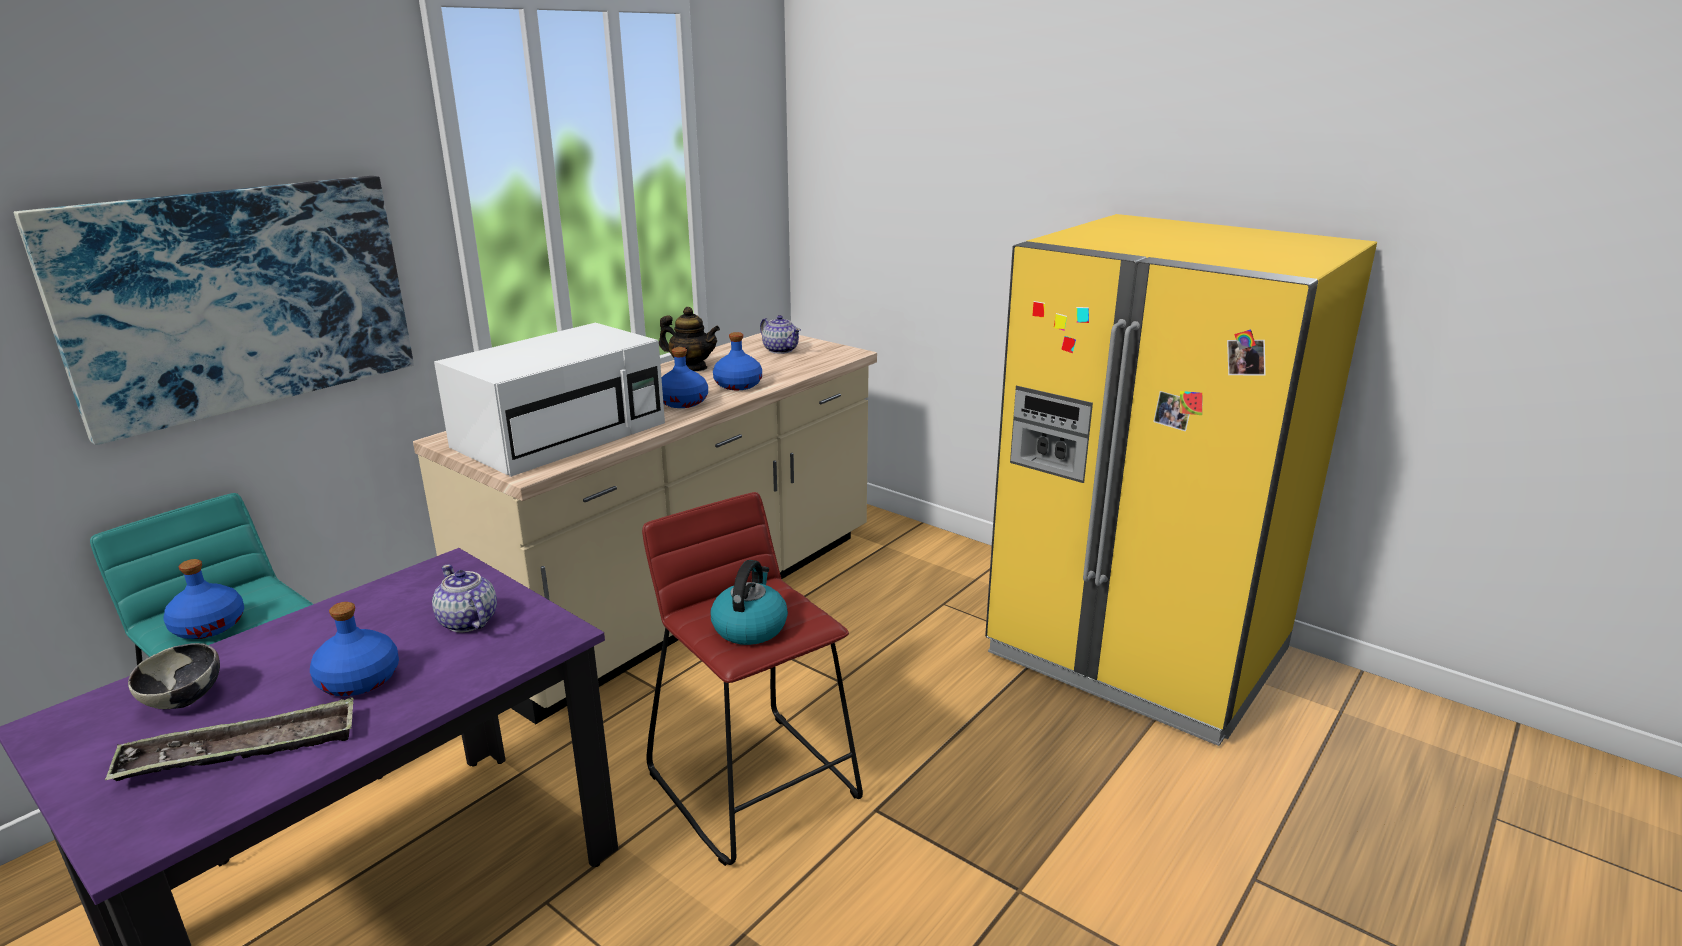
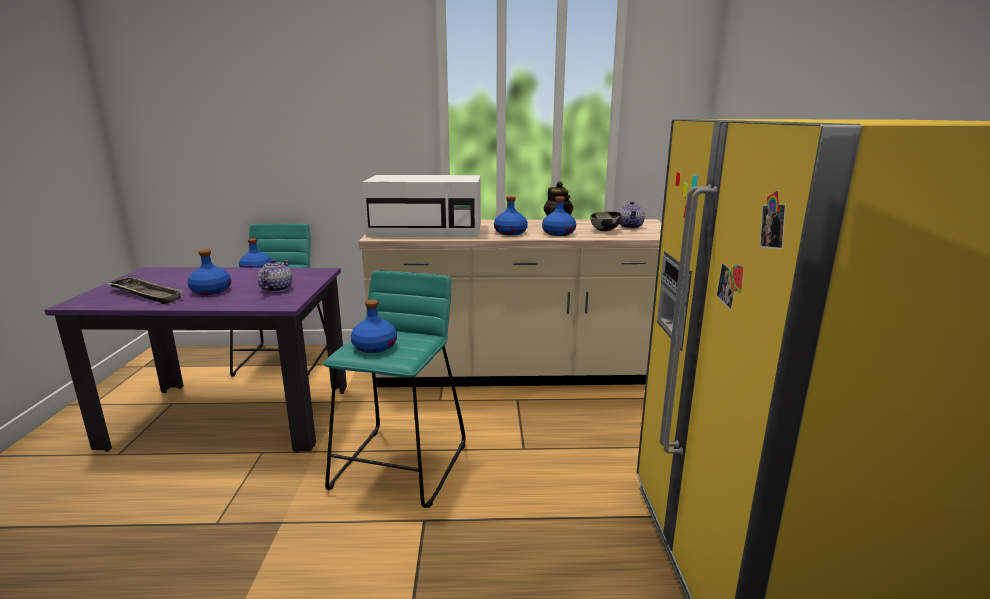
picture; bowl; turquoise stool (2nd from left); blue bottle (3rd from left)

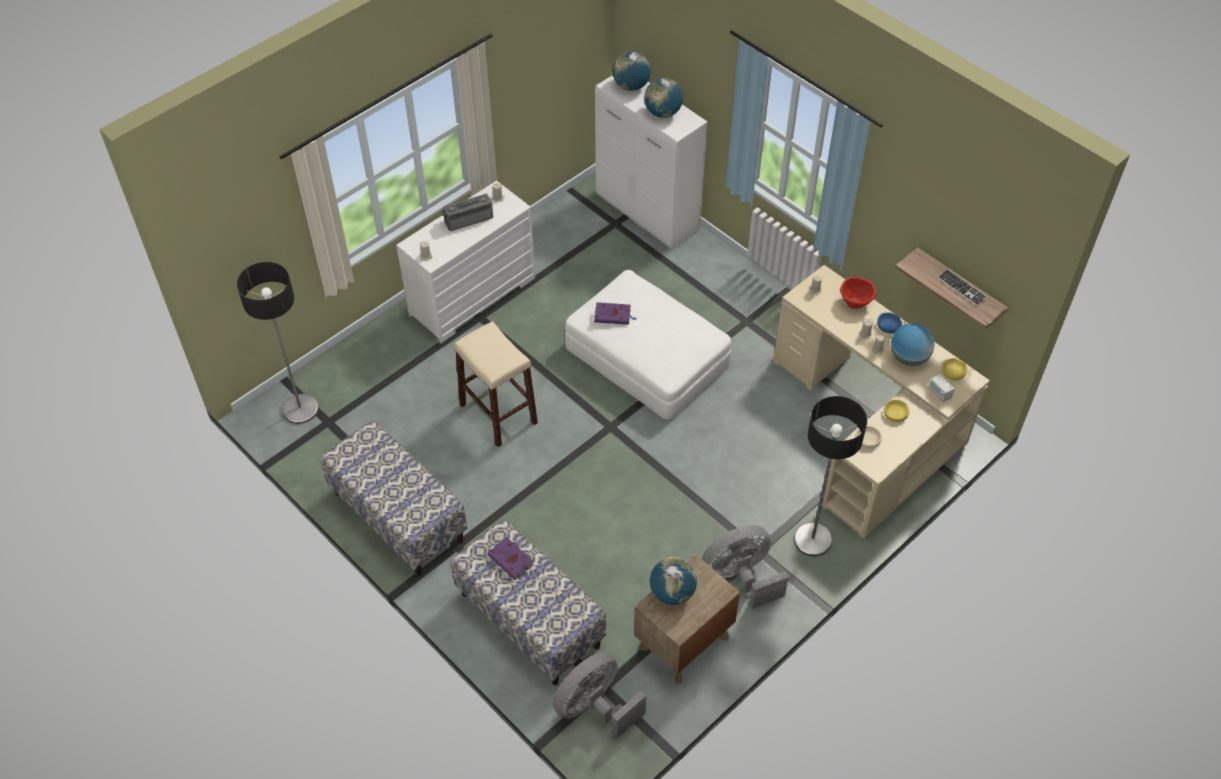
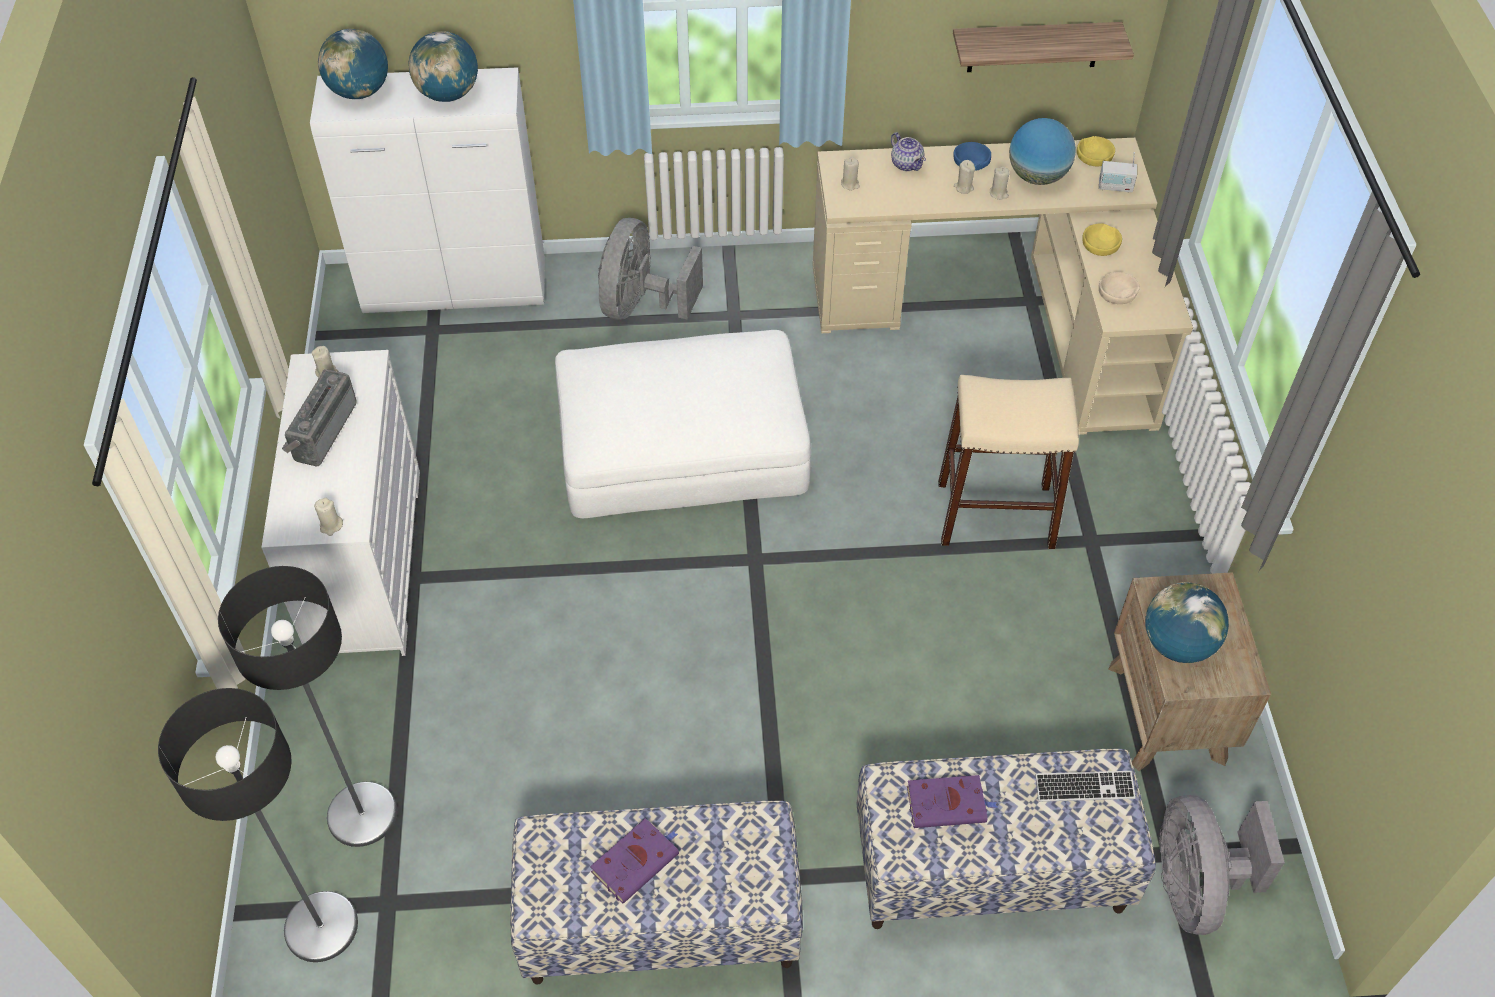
beige stool; purple book (1st from left); grey fan (1st from left); floor lamp (2nd from left); teapot; keyboard

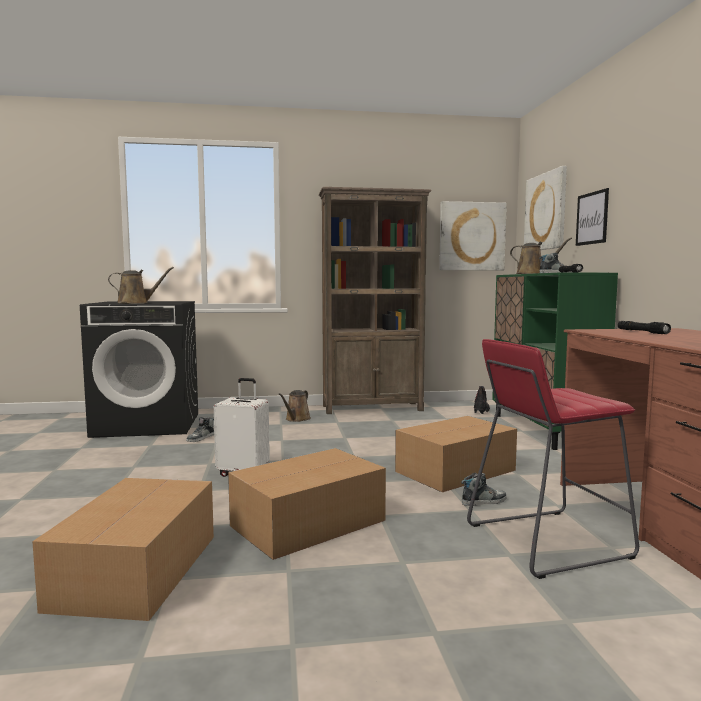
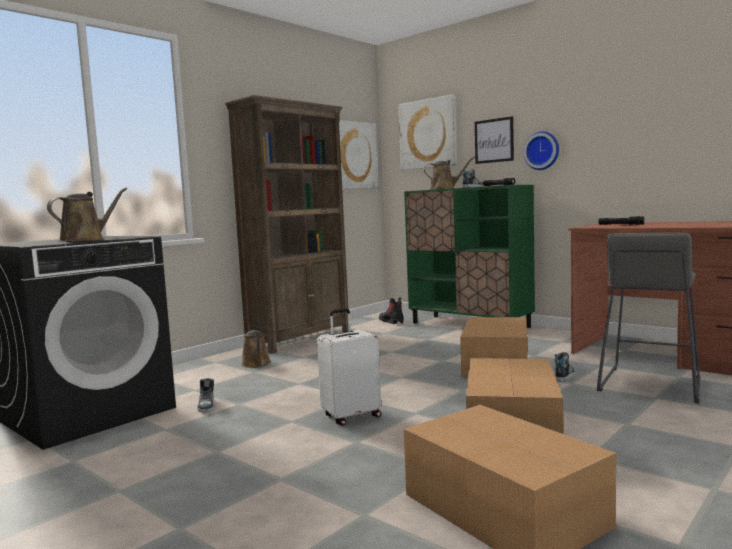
grey stool; wall clock

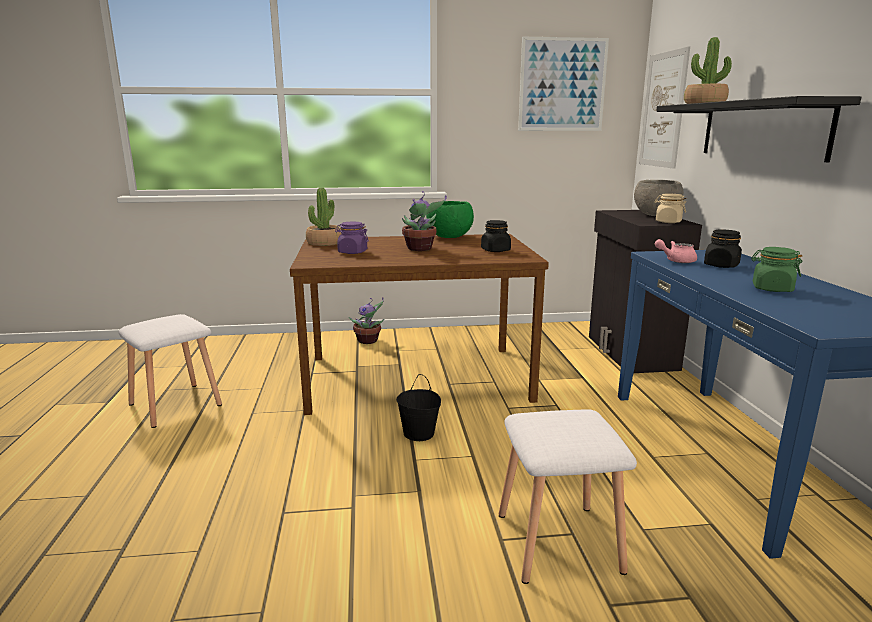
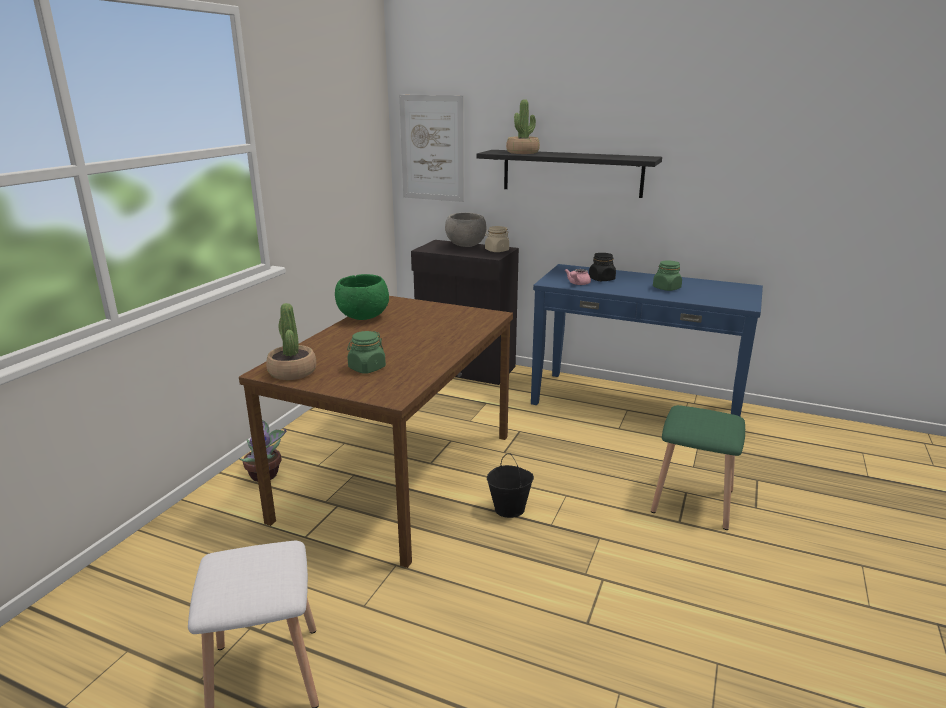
green jar (1st from left); potted plant (3rd from left in the first image); black jar (1st from left in the first image); green stool; picture (1st from left in the first image)

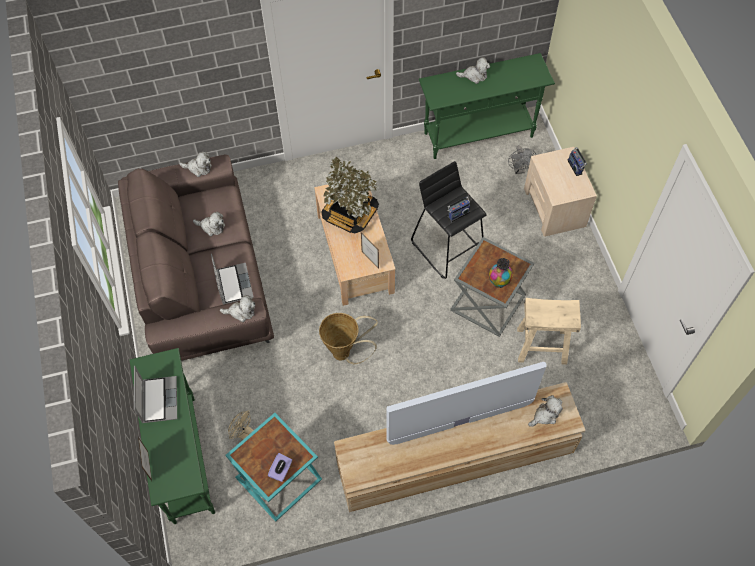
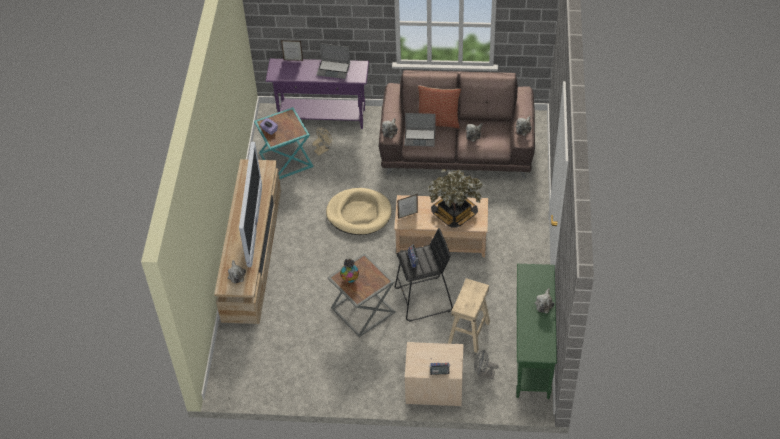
purple console table; beige dog bed; beige stool; pillow

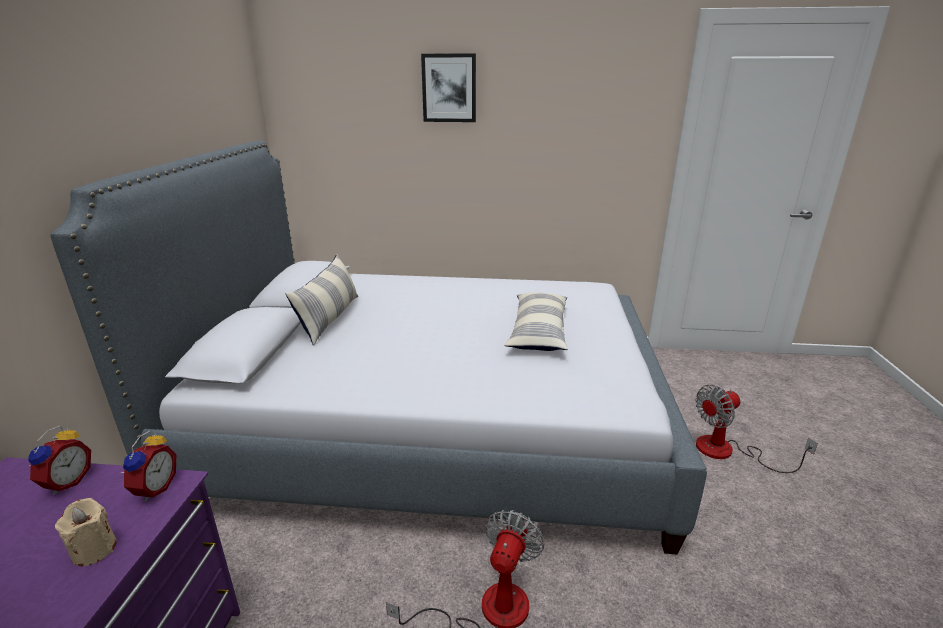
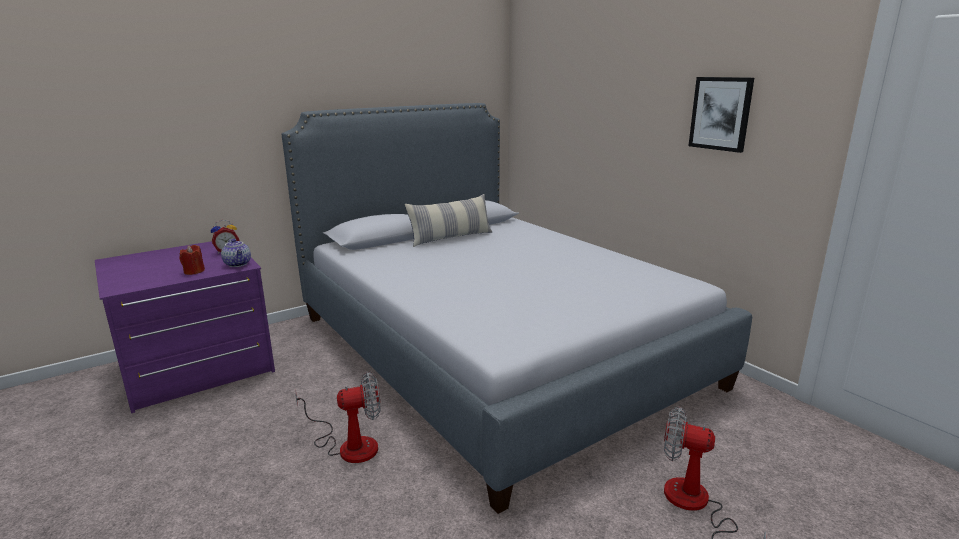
red candle; teapot; picture; pillow (2nd from left in the first image)

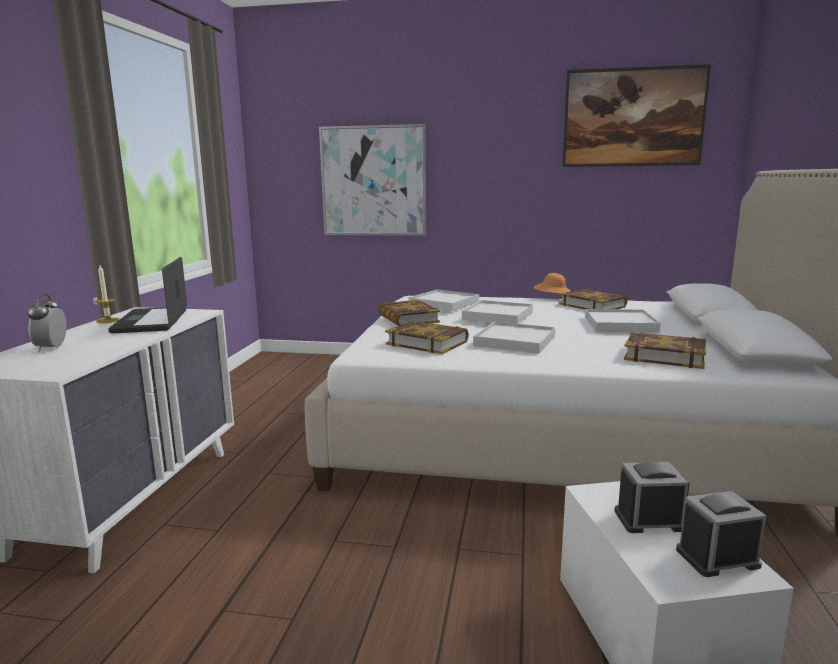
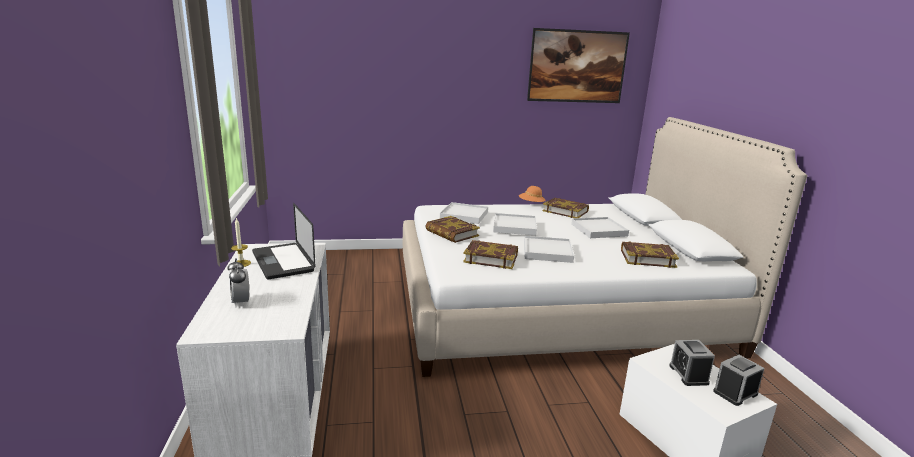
picture (1st from left in the first image); alarm clock (2nd from left)

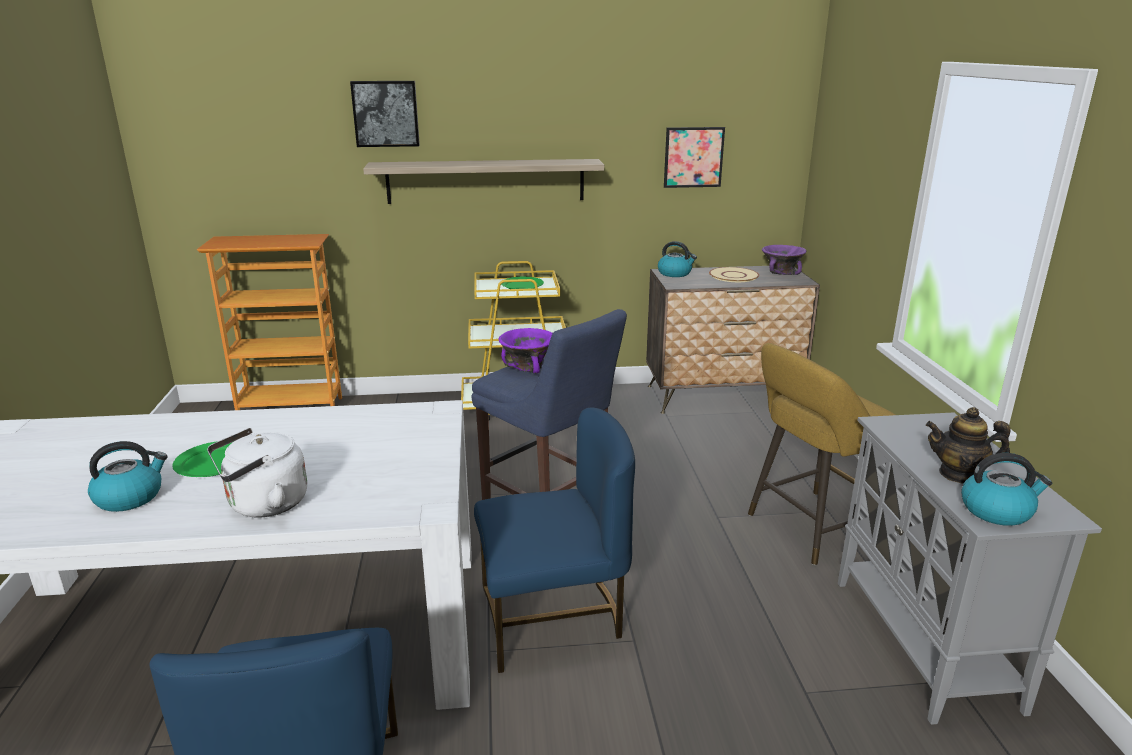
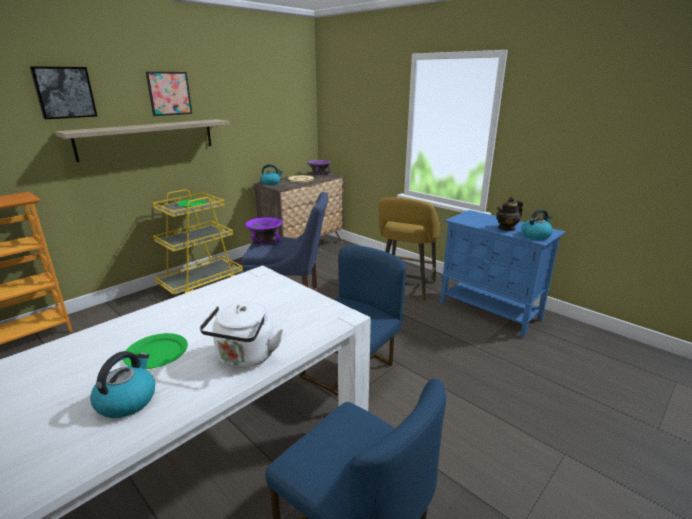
picture (2nd from left); blue cabinet

